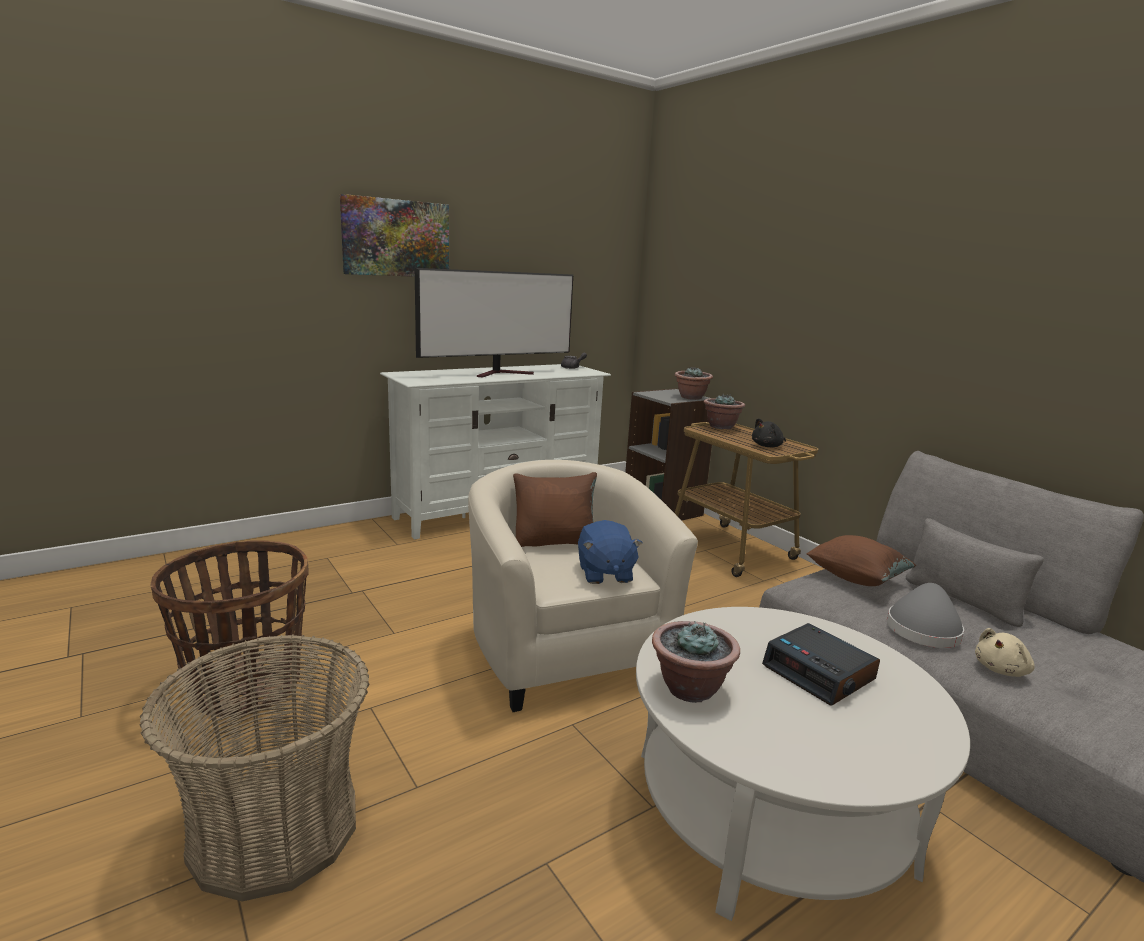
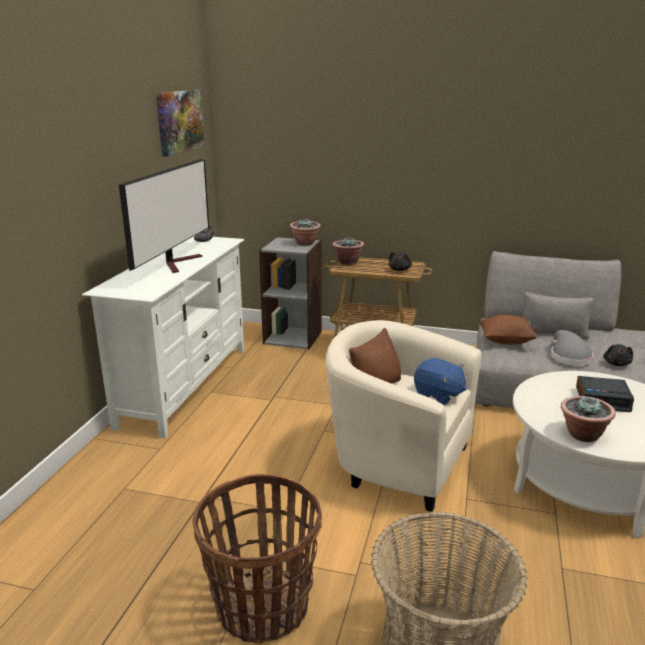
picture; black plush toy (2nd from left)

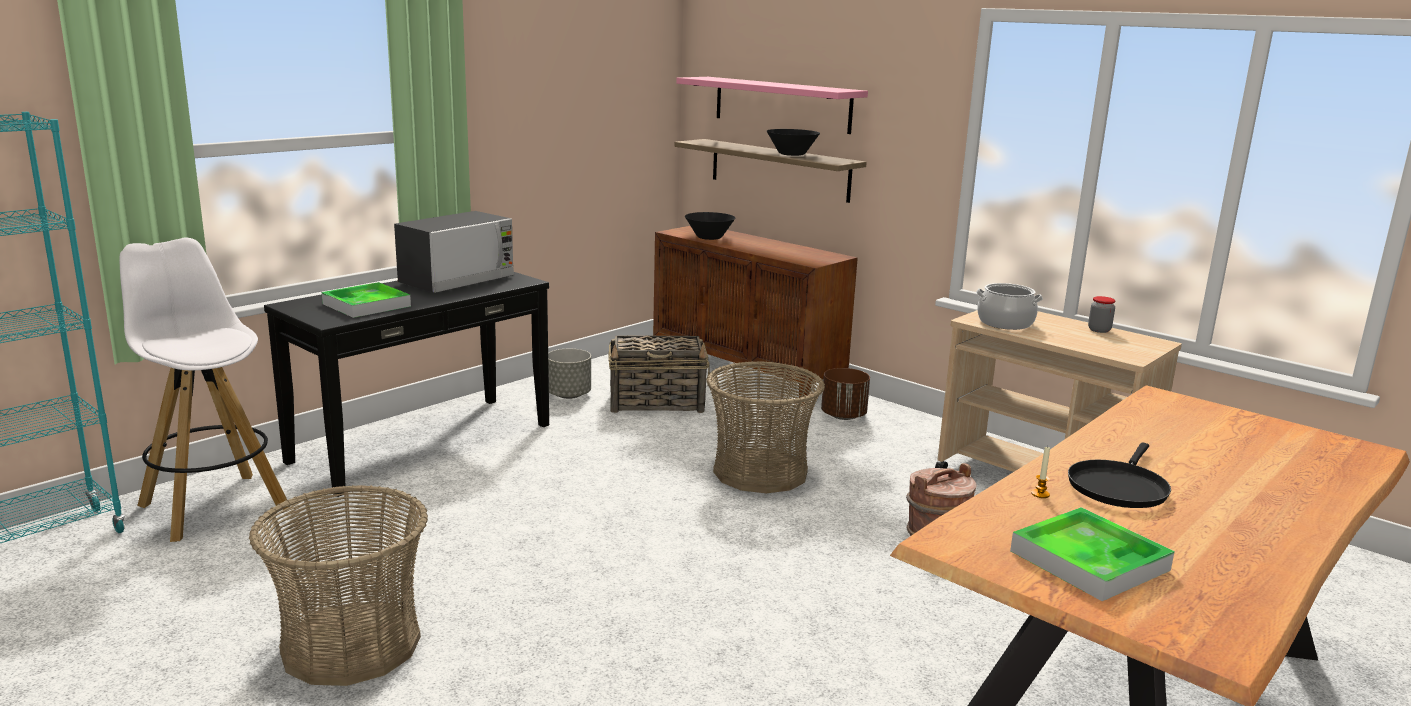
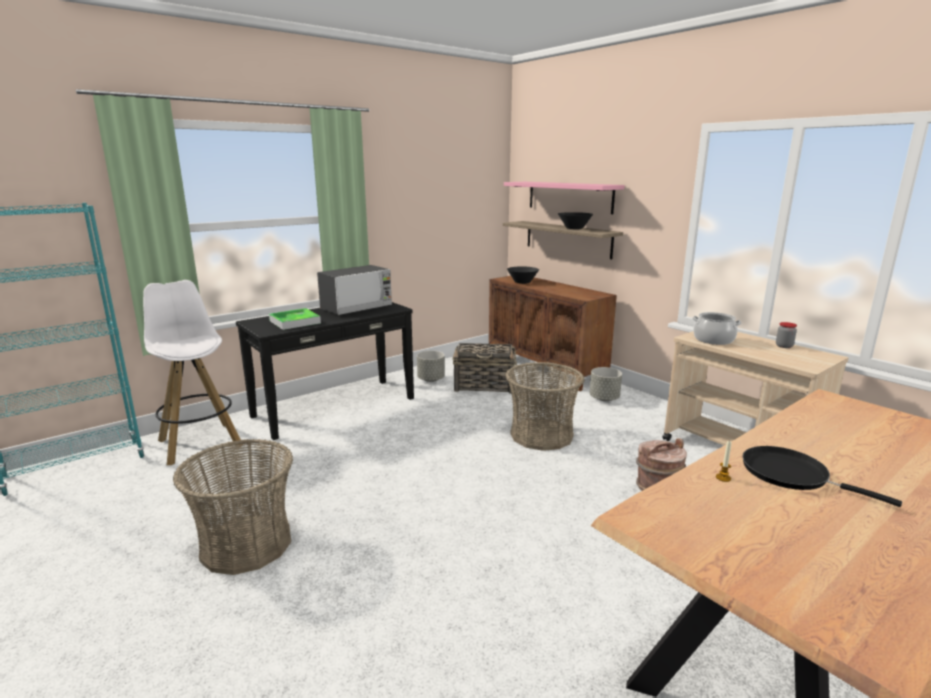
grey planter (2nd from left); tray (2nd from left in the first image); black frying pan

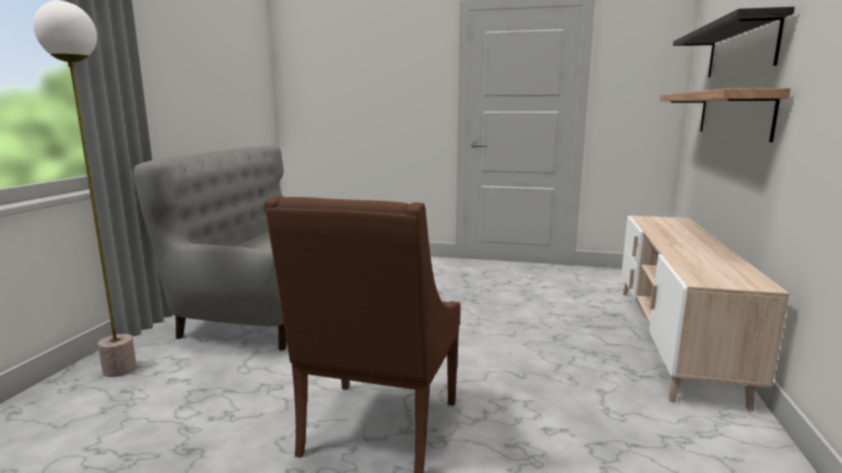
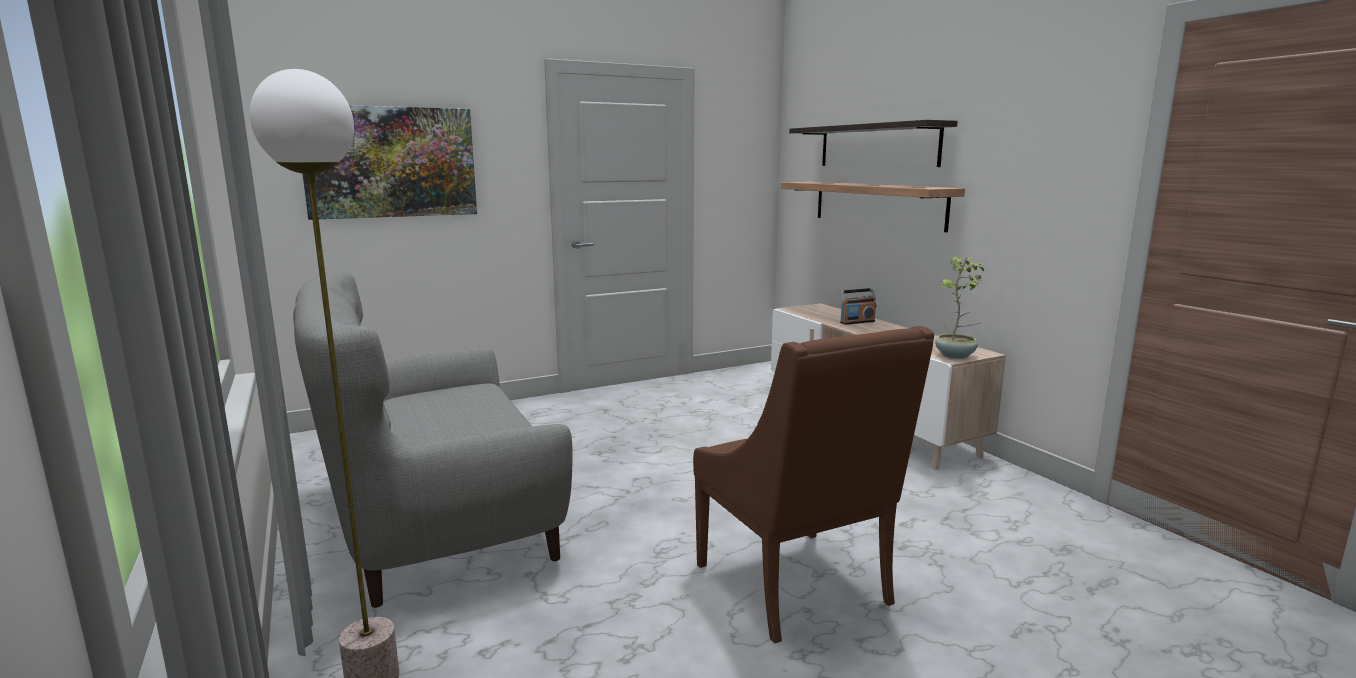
picture; radio; potted plant

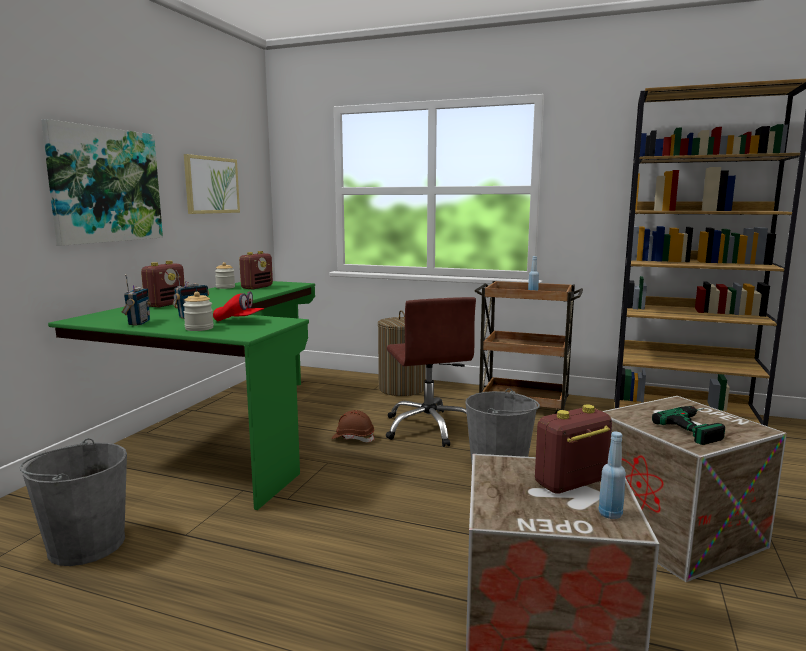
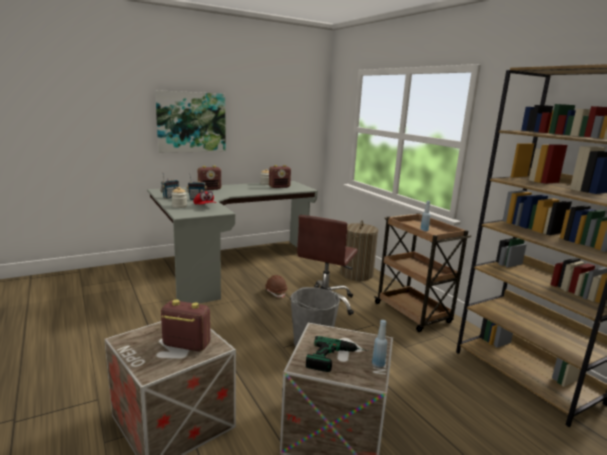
grey bucket (1st from left in the first image); grey desk; picture (2nd from left in the first image); blue bottle (1st from left)

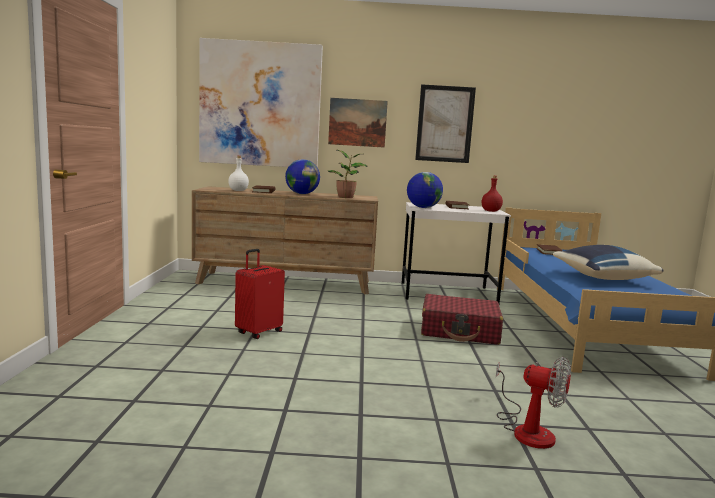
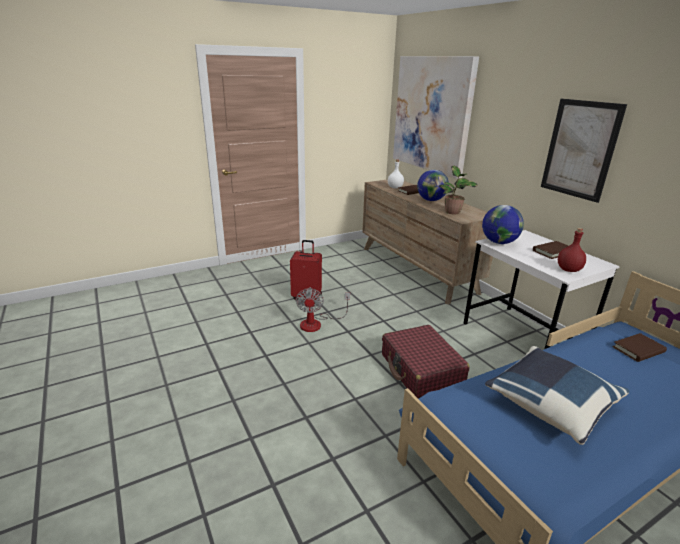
picture (2nd from left in the first image); fan

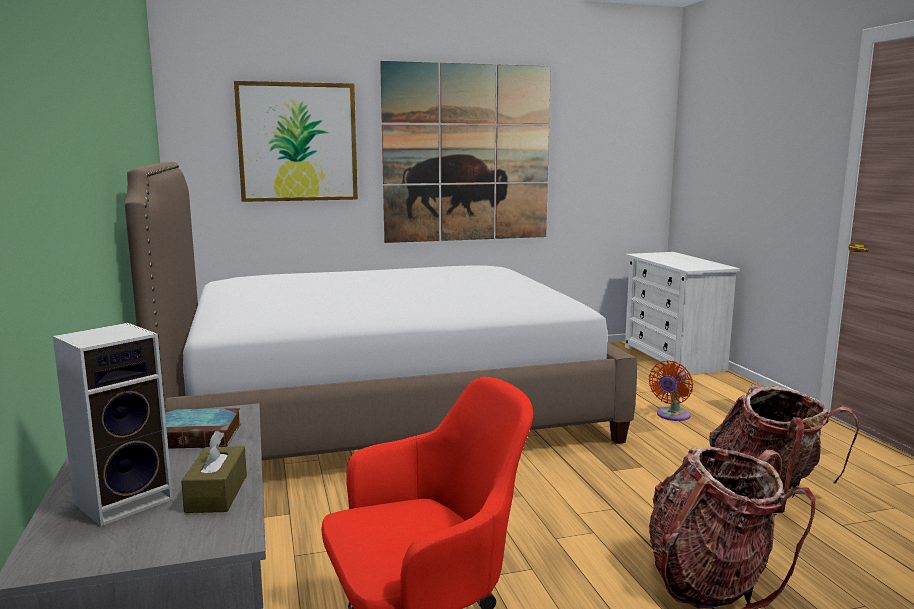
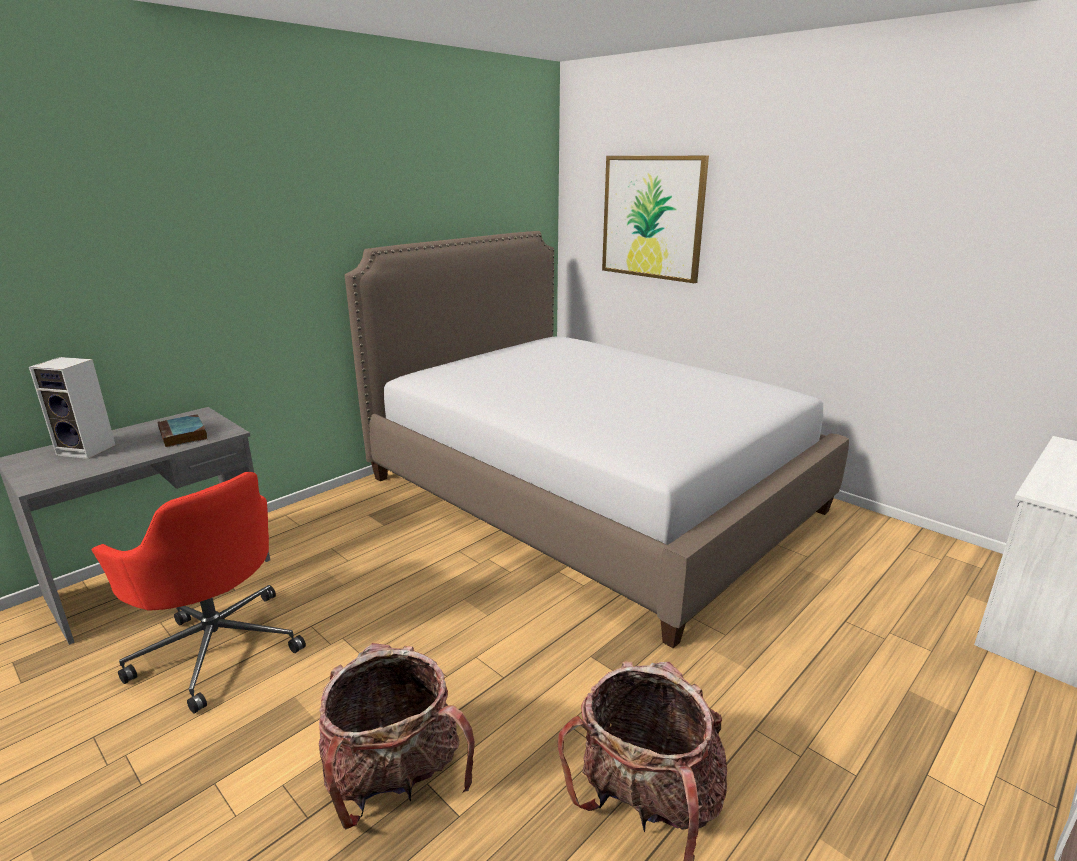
brown tissue box; picture (2nd from left in the first image); orange fan

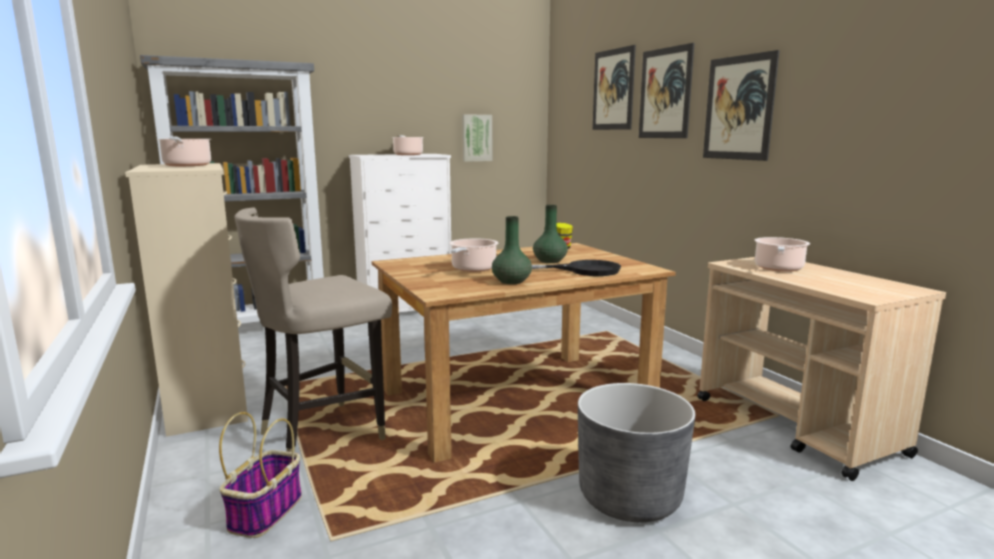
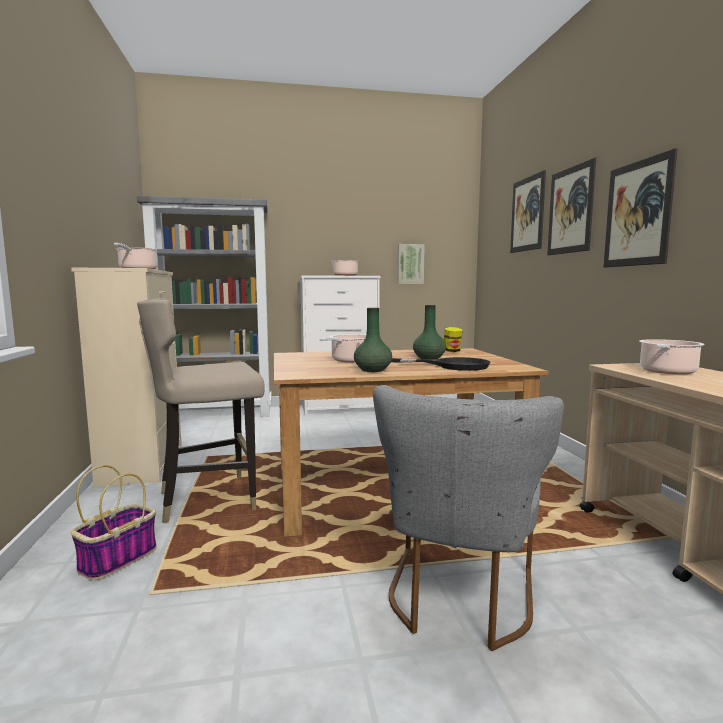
grey chair

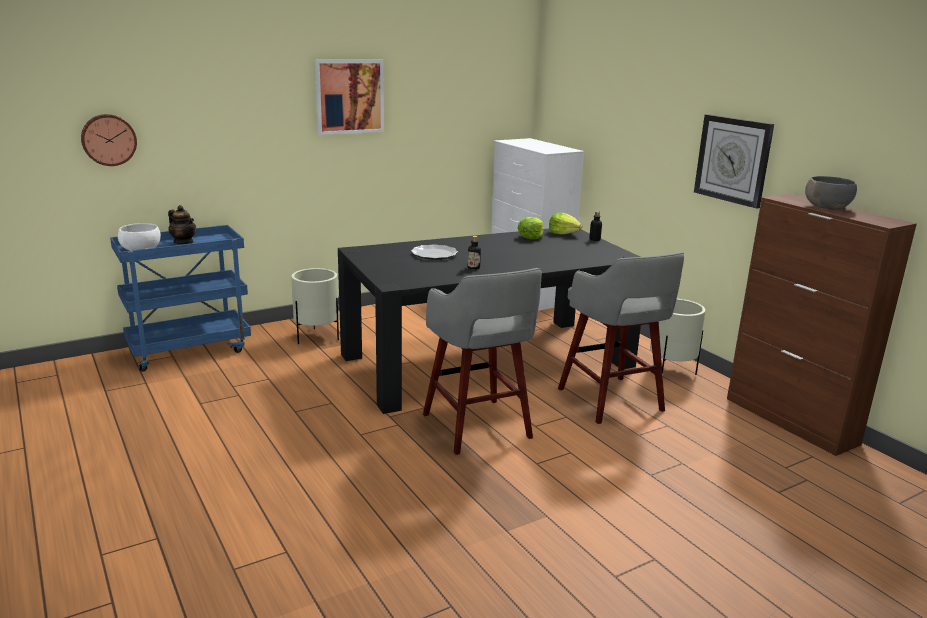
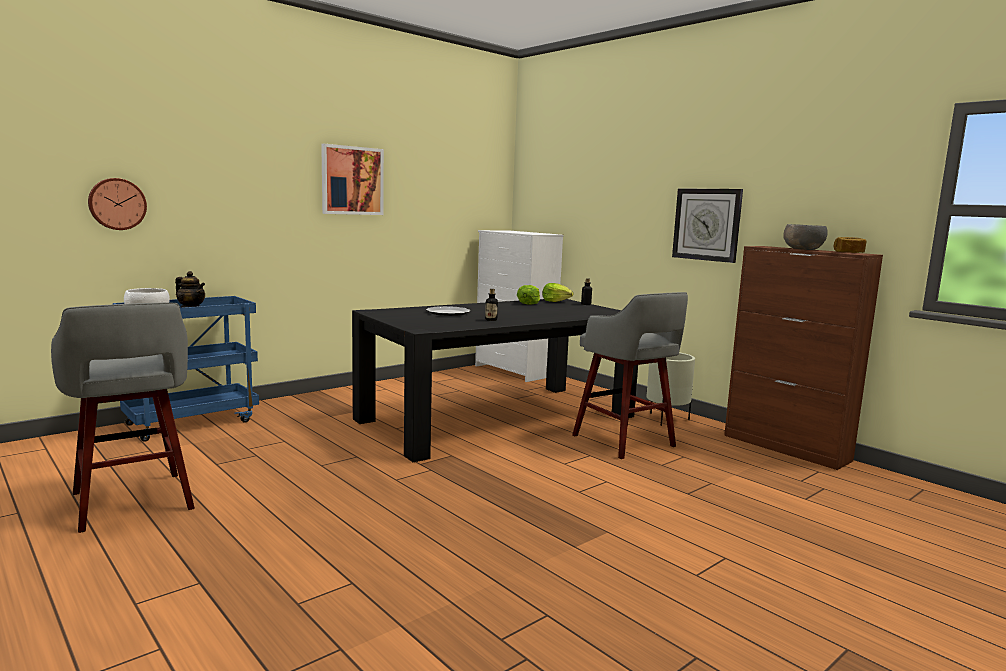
beige planter (1st from left in the first image); grey stool (1st from left); bread

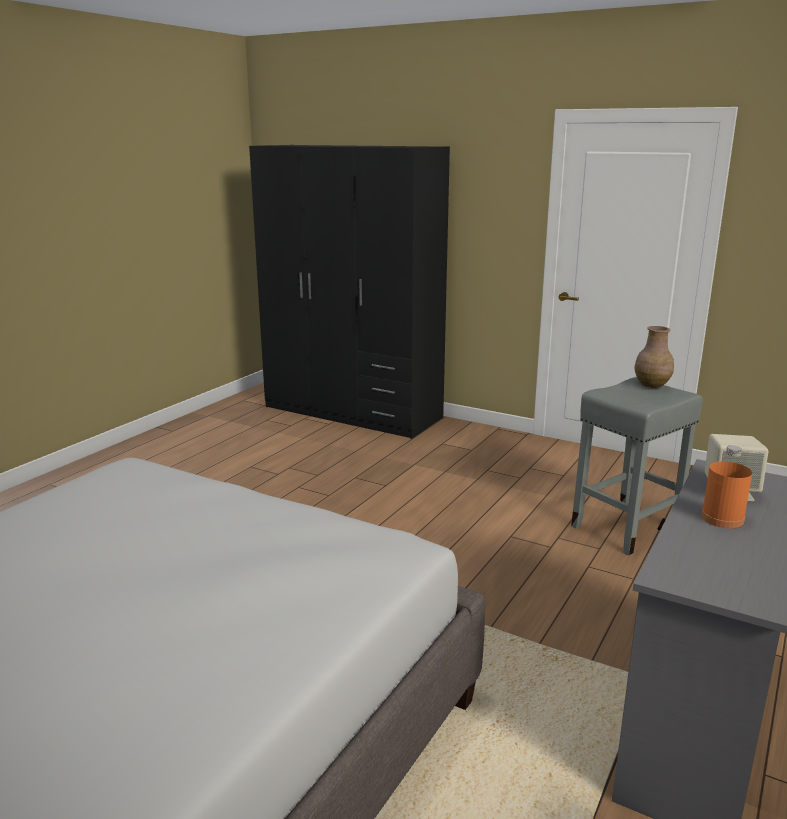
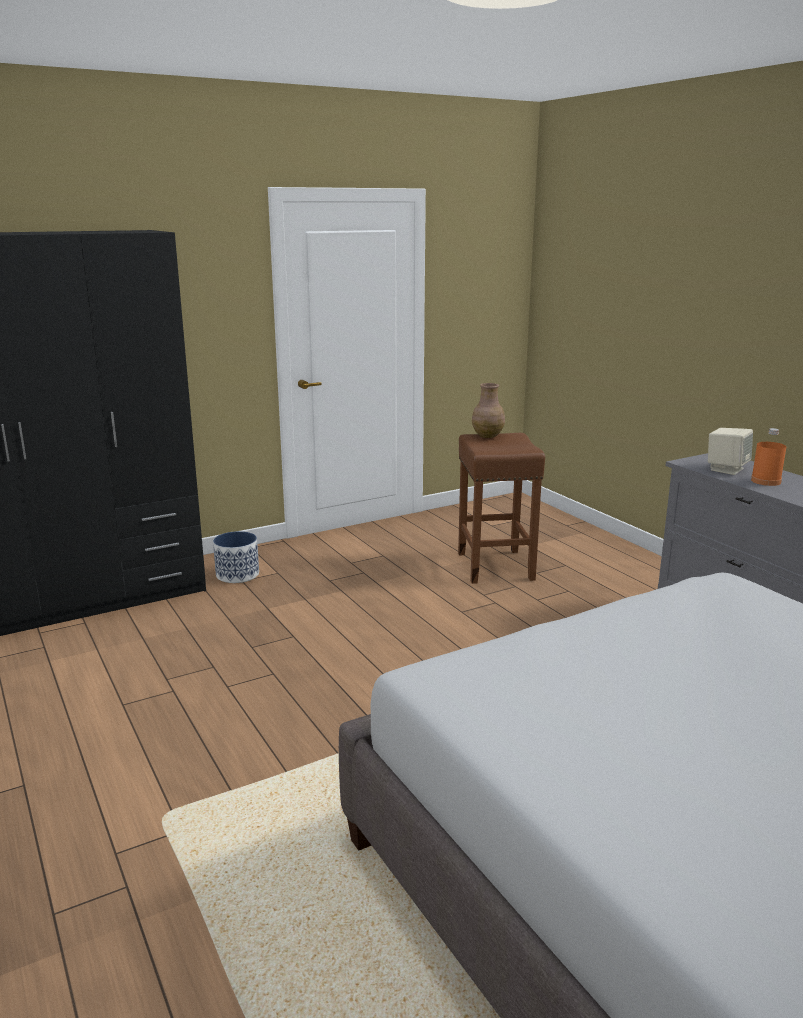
brown stool; planter

